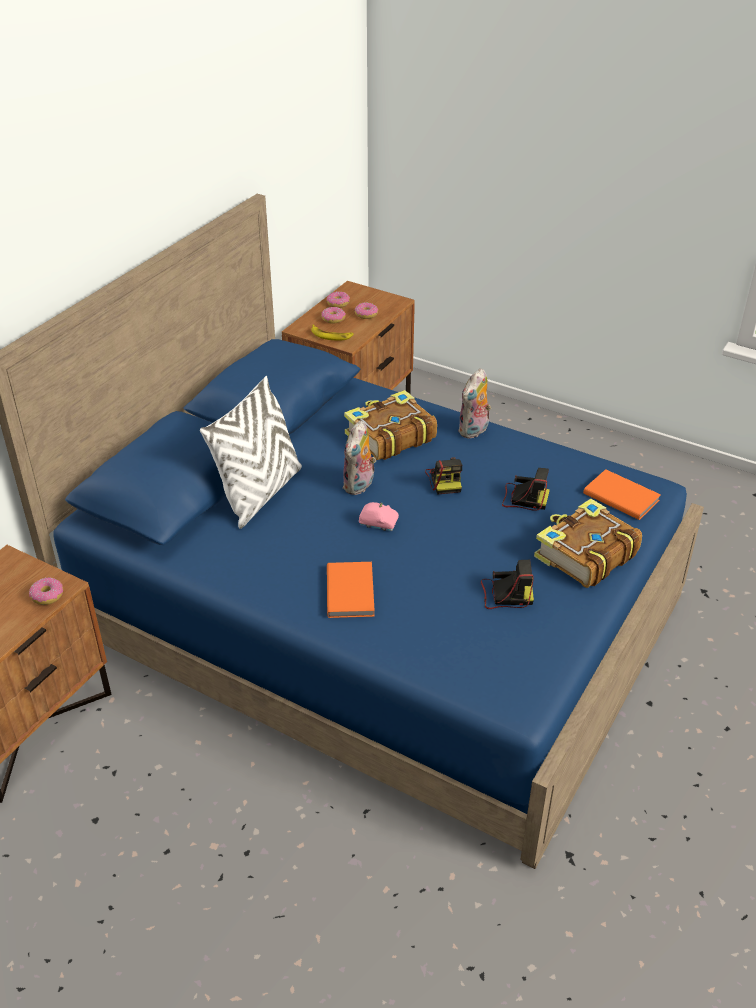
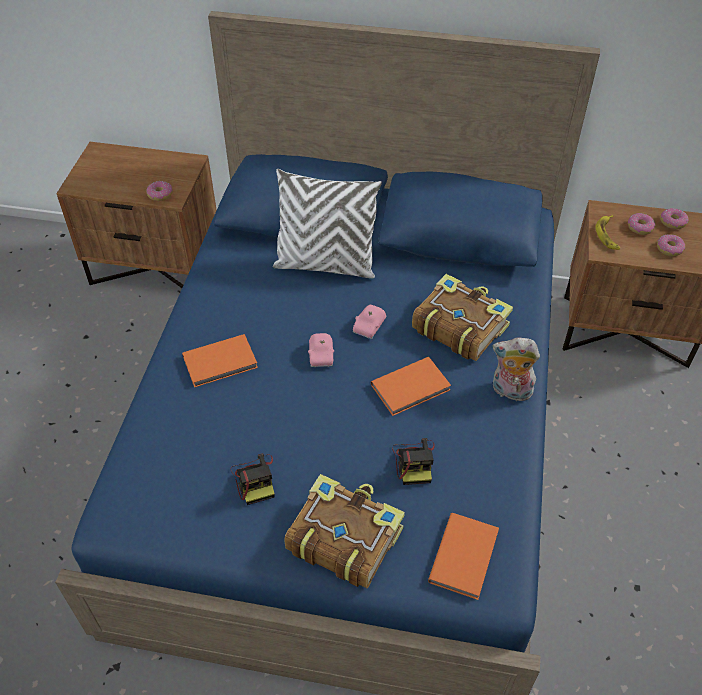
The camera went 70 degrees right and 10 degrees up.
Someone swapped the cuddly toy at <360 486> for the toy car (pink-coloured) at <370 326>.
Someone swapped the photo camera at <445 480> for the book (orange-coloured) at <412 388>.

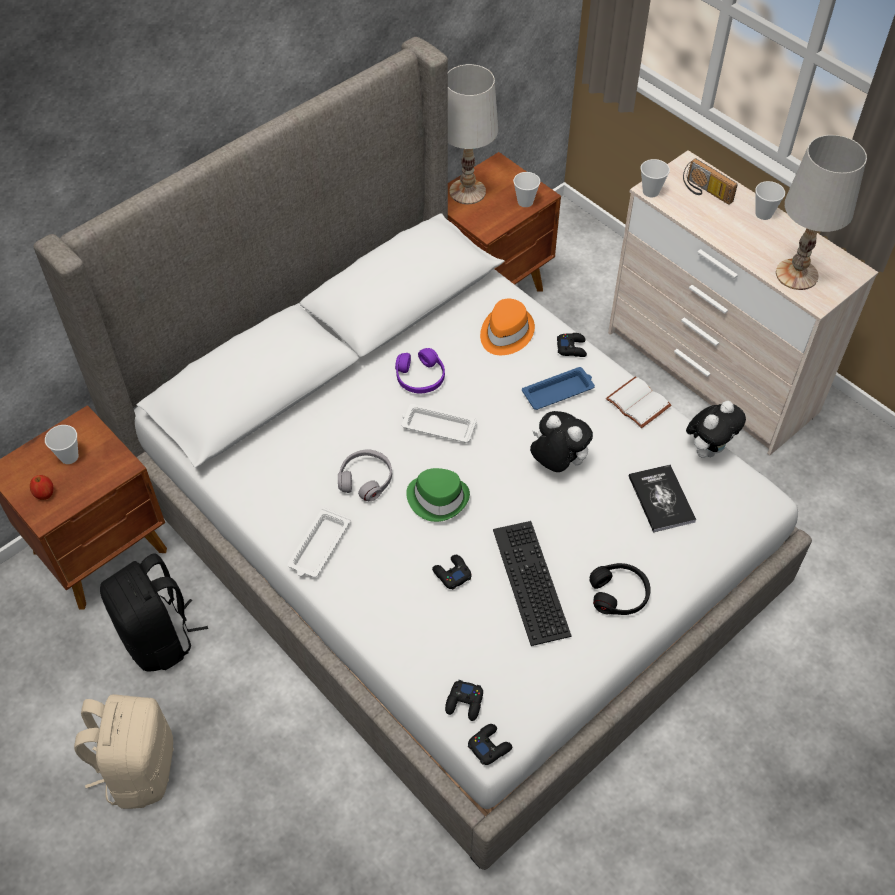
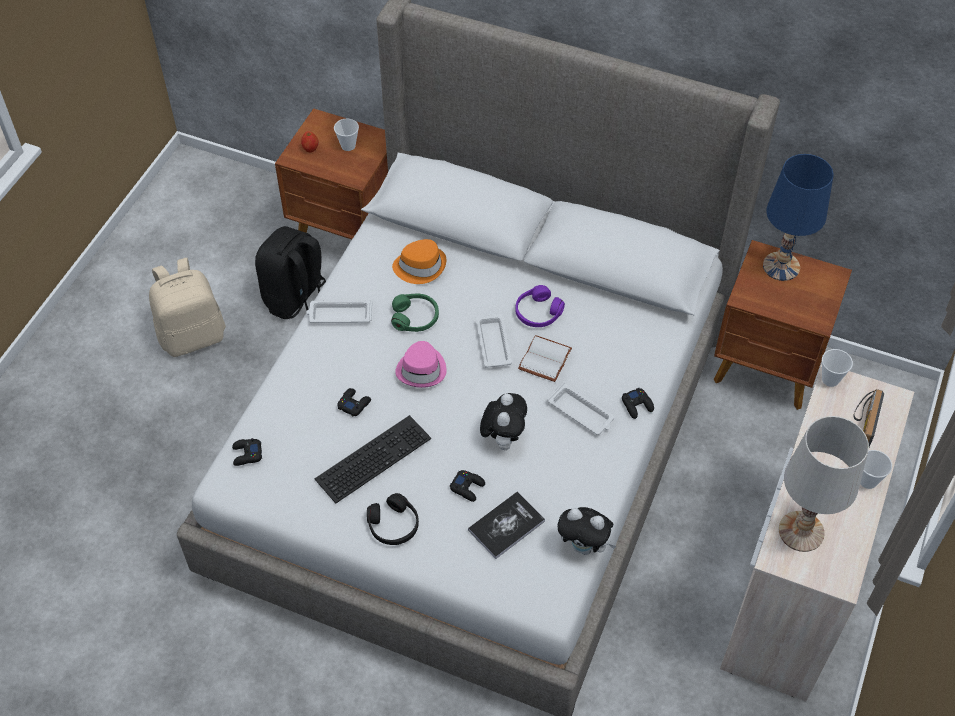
The camera went 65 degrees right and 0 degrees up.
Someone repainted the lamp for a table (whitish) at <467 192>, which became the lamp for a table (blue) at <780 266>.
Someone took away the cup at <525 202>.
Someone carried the hat (orange-coloured) from <505 333> to <420 266>.
Someone repainted the tray (blue) at <559 391>, which became the tray (whitish) at <581 412>.
Someone carried the book (whitish) from <639 403> to <546 360>.
Someone repainted the headphones (gray) at <366 479>, which became the headphones (greenish) at <415 317>.
Someone repainted the hat (greenish) at <438 498>, which became the hat (pink-coloured) at <422 369>.
Someone carried the joypad (black-coloured) from <489 746> to <467 487>.

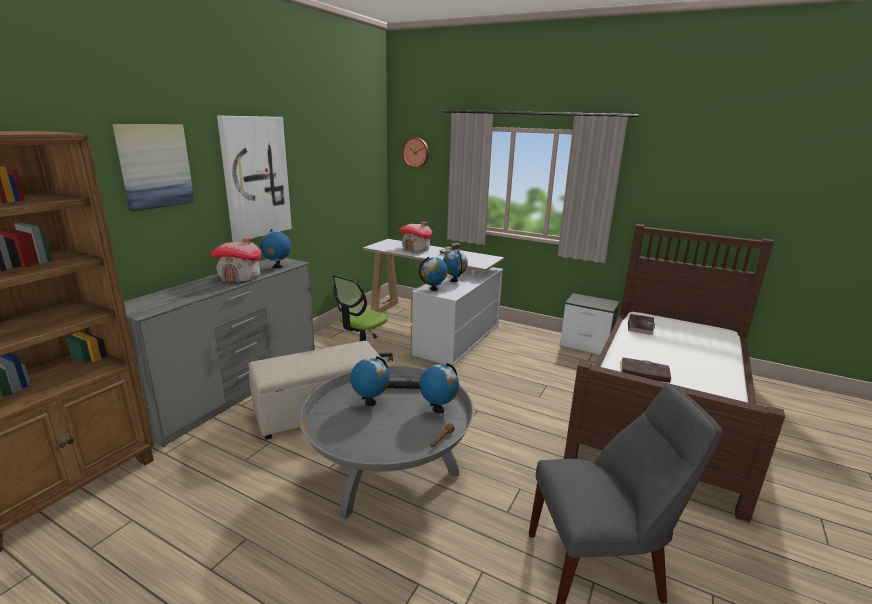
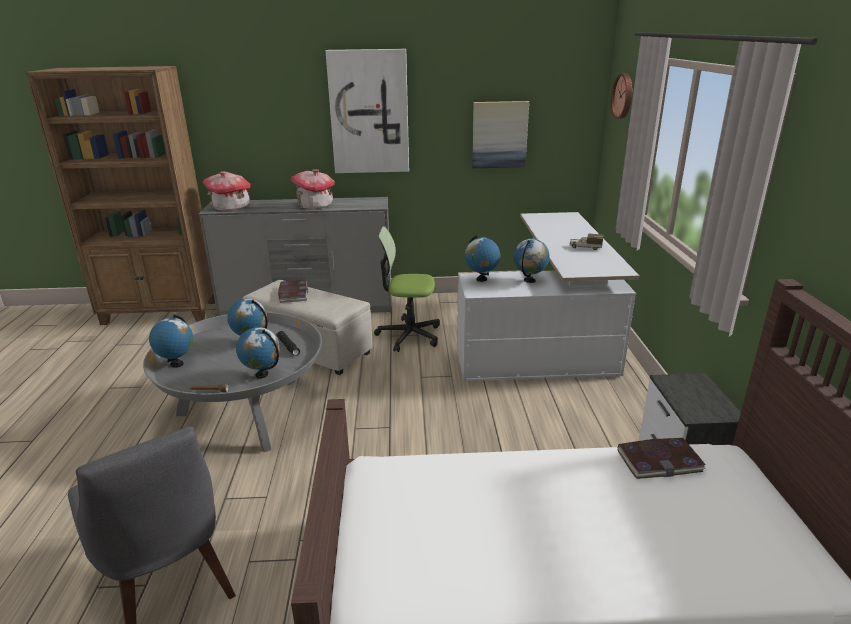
The camera went 60 degrees right and 5 degrees up.
Someone carried the picture from <155 166> to <499 134>.
Someone carried the toy house from <416 249> to <231 207>.
Someone carried the globe from <277 267> to <177 364>.
Someone carried the book from <644 372> to <293 293>.

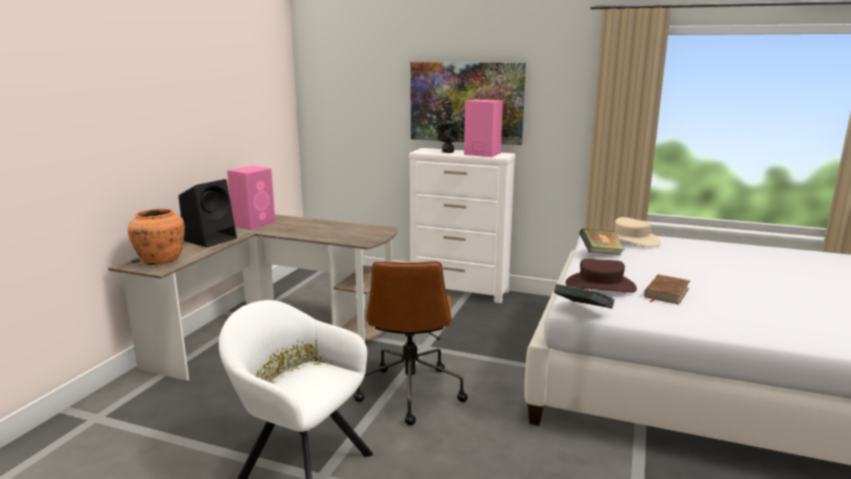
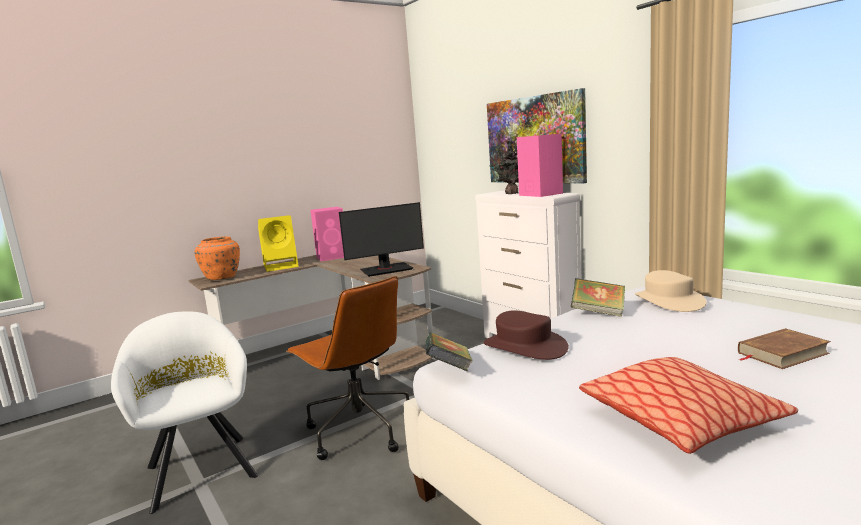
The camera went 35 degrees right and 5 degrees down.
Someone repainted the speaker (black-coloured) at <211 239>, which became the speaker (yellowish) at <282 266>.
Someone rotated the desk chair (brown-coloured) at <410 391> by 75 degrees counterclockwise.
Someone carried the book (brown-coloured) from <666 293> to <781 353>.
Someone put down the computer screen at <386 270>.
Someone put down the pillow at <680 420>.

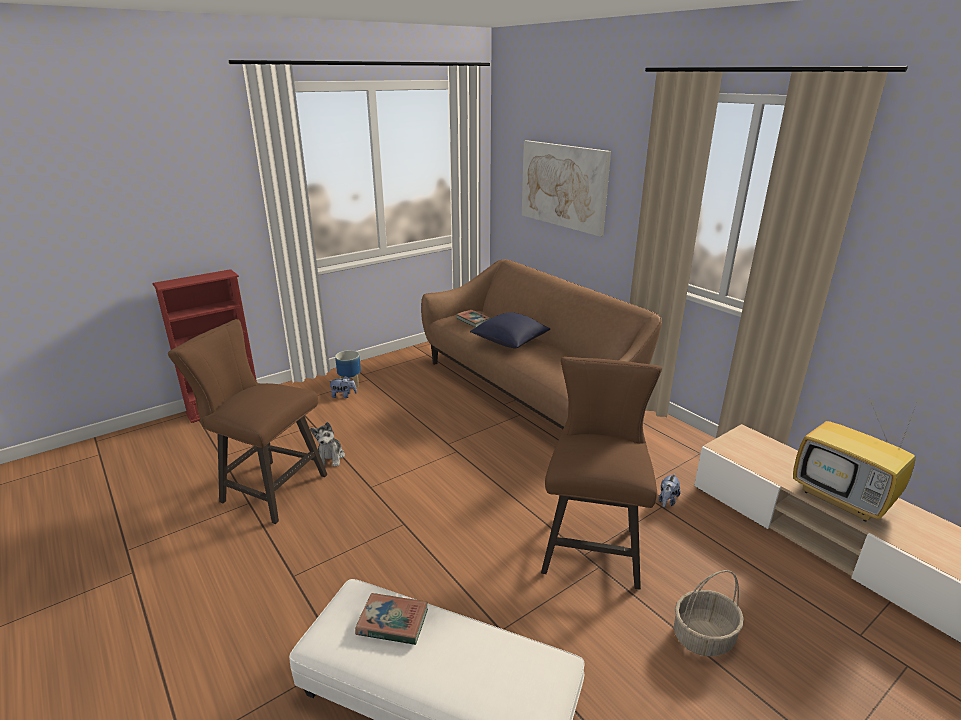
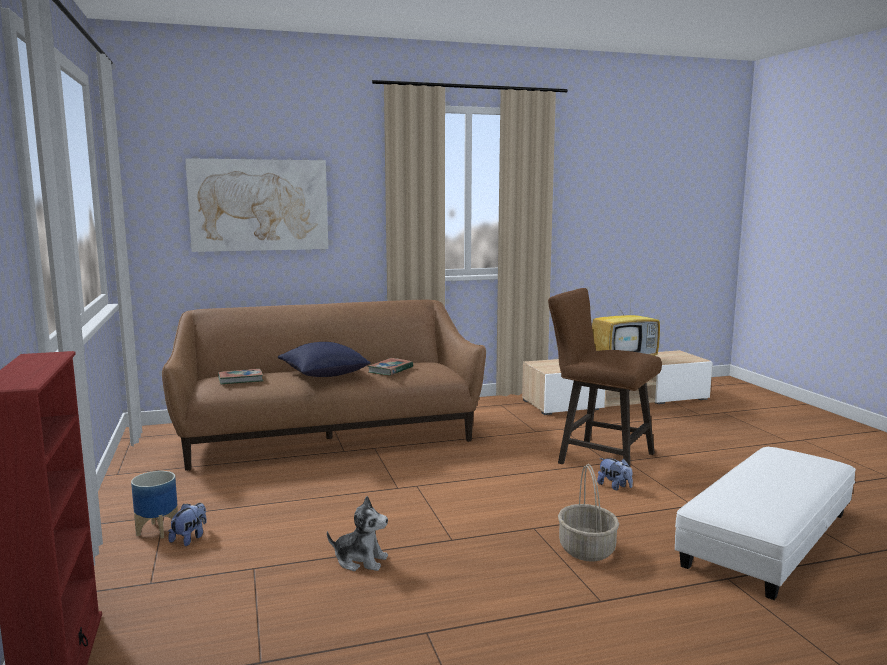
The camera went 70 degrees left and 15 degrees down.
Someone took away the stool (brown-coloured) at <267 487>.
Someone carried the cuddly toy from <667 500> to <614 486>.
Someone carried the basket from <703 637> to <587 550>.
Someone carried the book from <392 622> to <390 370>.

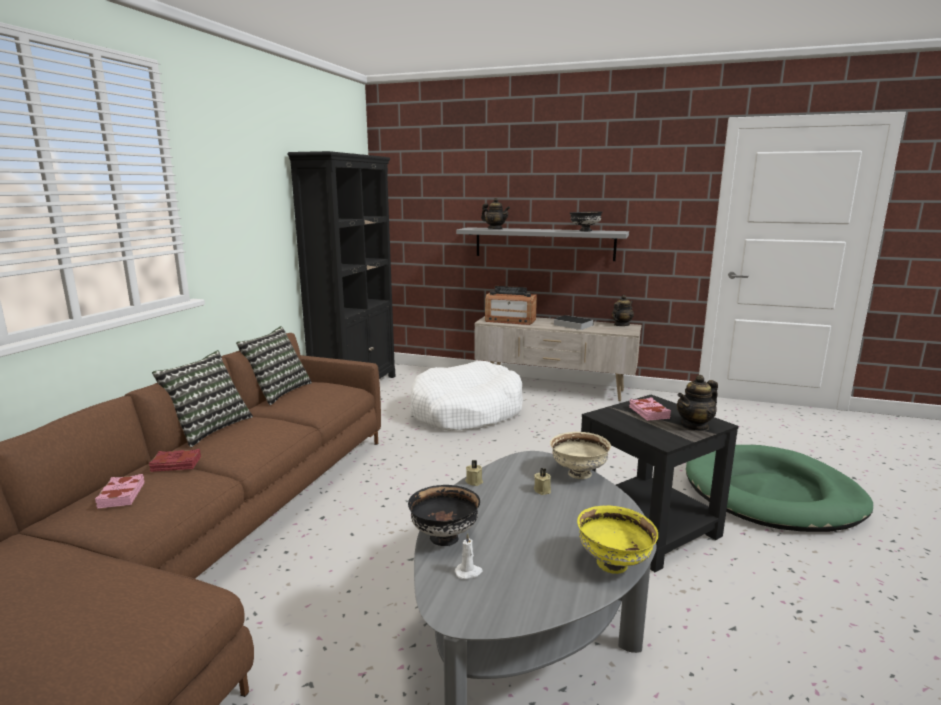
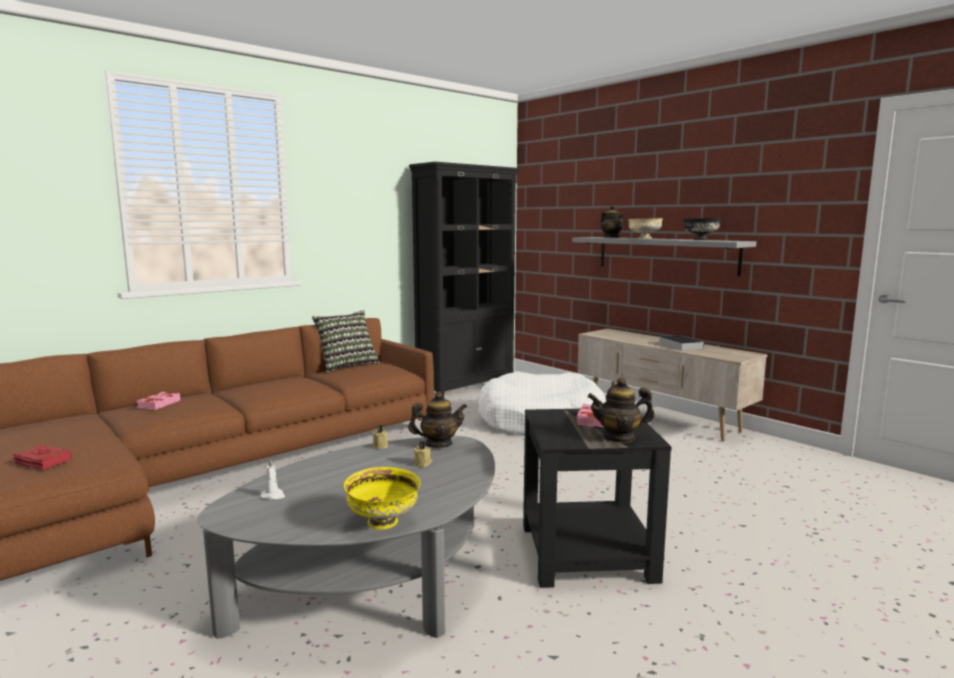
The camera went 30 degrees right and 5 degrees down.
Someone took away the radio at <510 320>.
Someone carried the teapot from <621 325> to <438 444>.
Someone took away the pillow at <208 428>.
Someone carried the bowl (beige-coloured) from <578 474> to <644 238>.
Someone took away the dog cushion (greenish) at <772 494>.
Someone carried the book (red-coloured) from <176 464> to <42 462>.
Someone took away the bowl (black-coloured) at <444 537>.

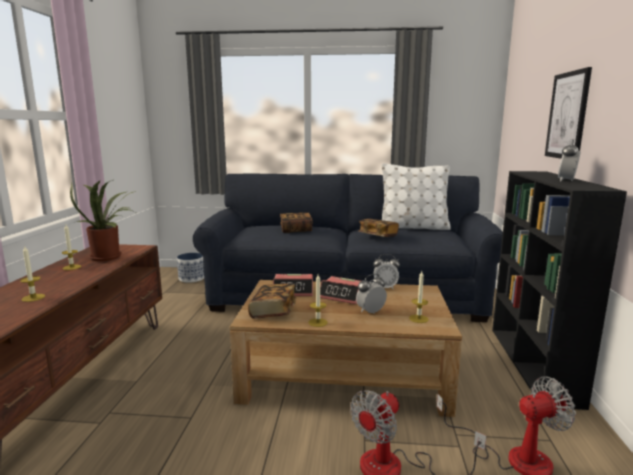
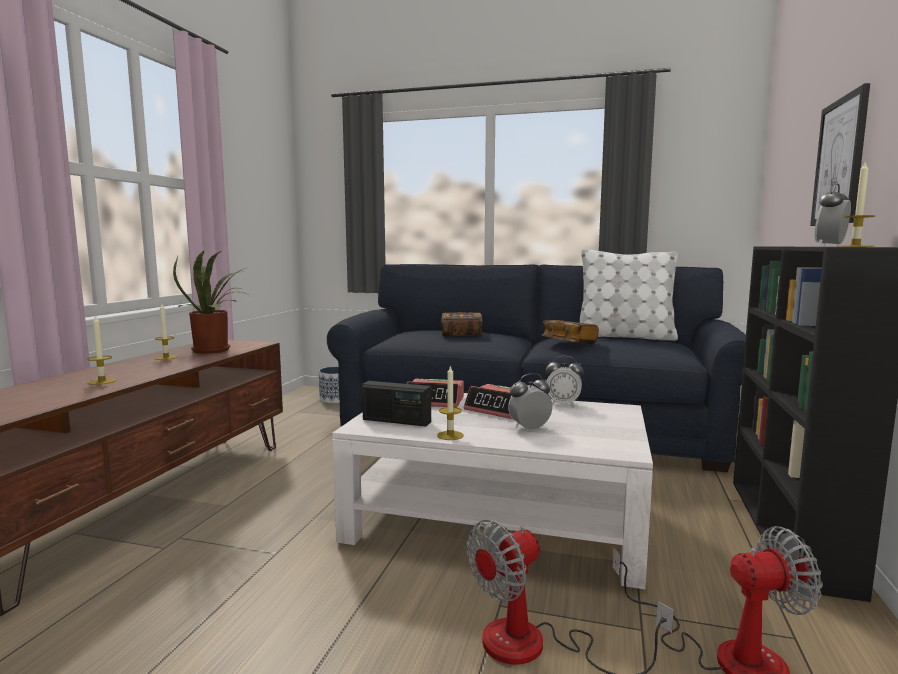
The camera went 10 degrees right and 5 degrees down.
Someone carried the candle from <418 319> to <855 246>.
Someone repainted the lounge table (brown-coloured) at <345 373>, which became the lounge table (whitish) at <498 520>.
Someone swapped the book at <273 312> for the radio at <396 421>.

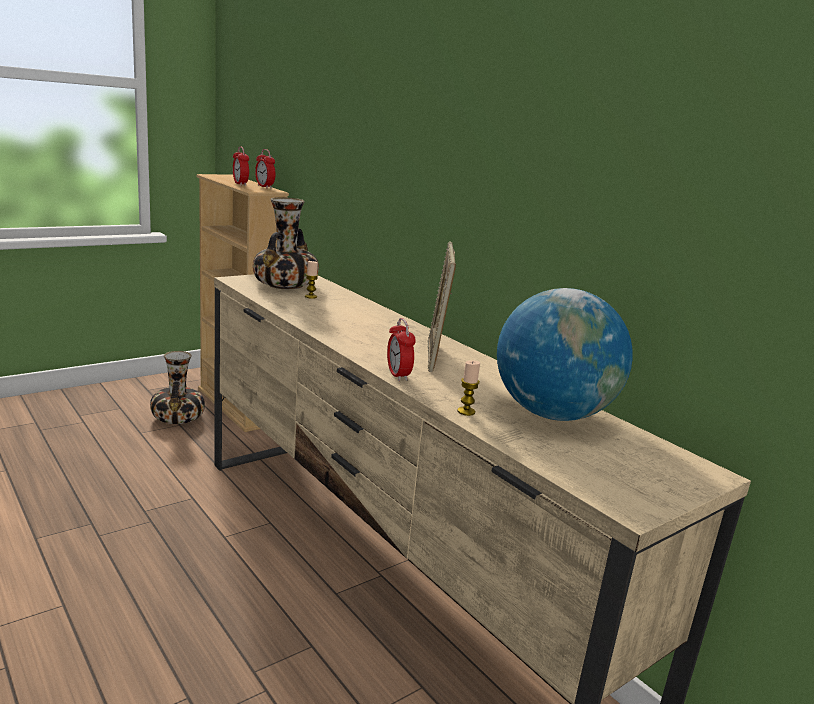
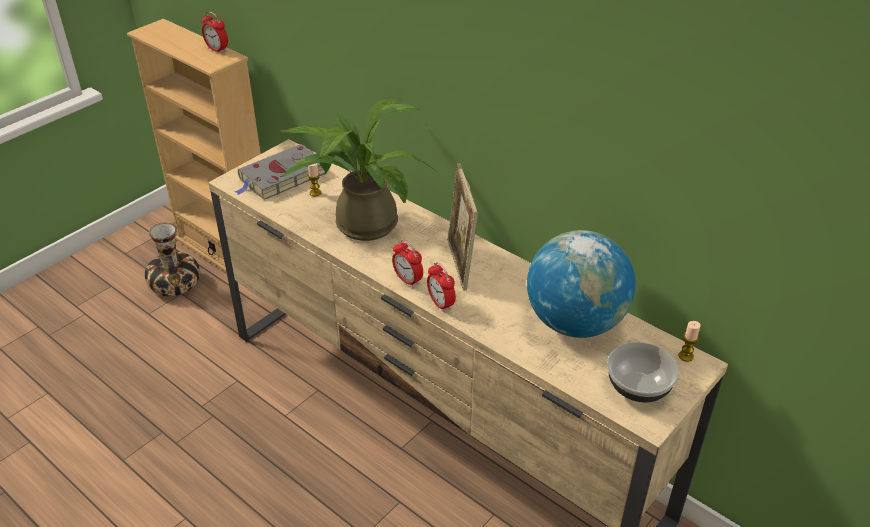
The camera went 10 degrees left and 20 degrees up.
Someone carried the table clock from <240 184> to <408 280>.
Someone swapped the flower vase at <284 285> for the book (gray) at <281 177>.
Someone carried the candle from <466 411> to <686 356>.
Someone put down the plant in a pot at <360 221>.
Someone put down the bowl at <637 387>.

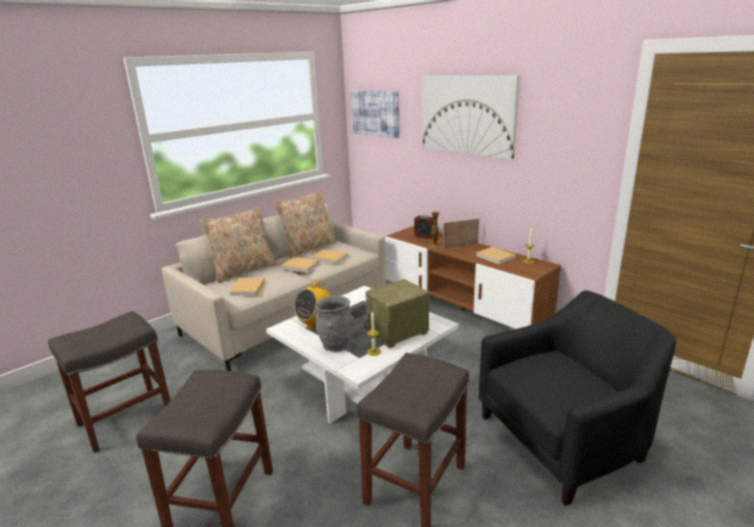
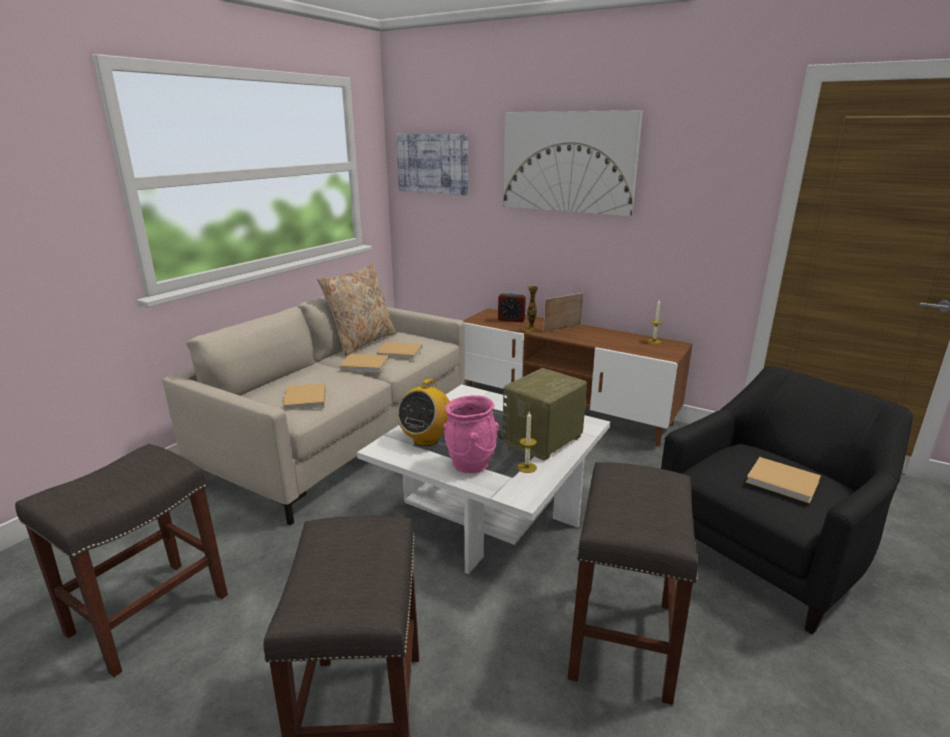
The camera went 15 degrees left and 0 degrees up.
Someone took away the pillow (beige-coloured) at <243 270>.
Someone carried the book (beige-coloured) from <496 257> to <784 482>.
Someone repainted the flower vase (gray) at <336 345>, which became the flower vase (pink-coloured) at <471 464>.

